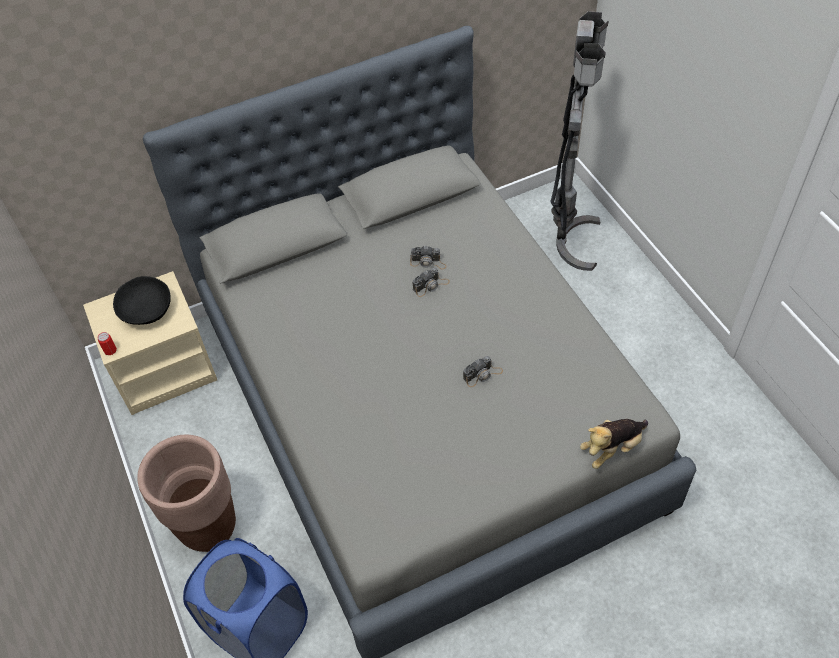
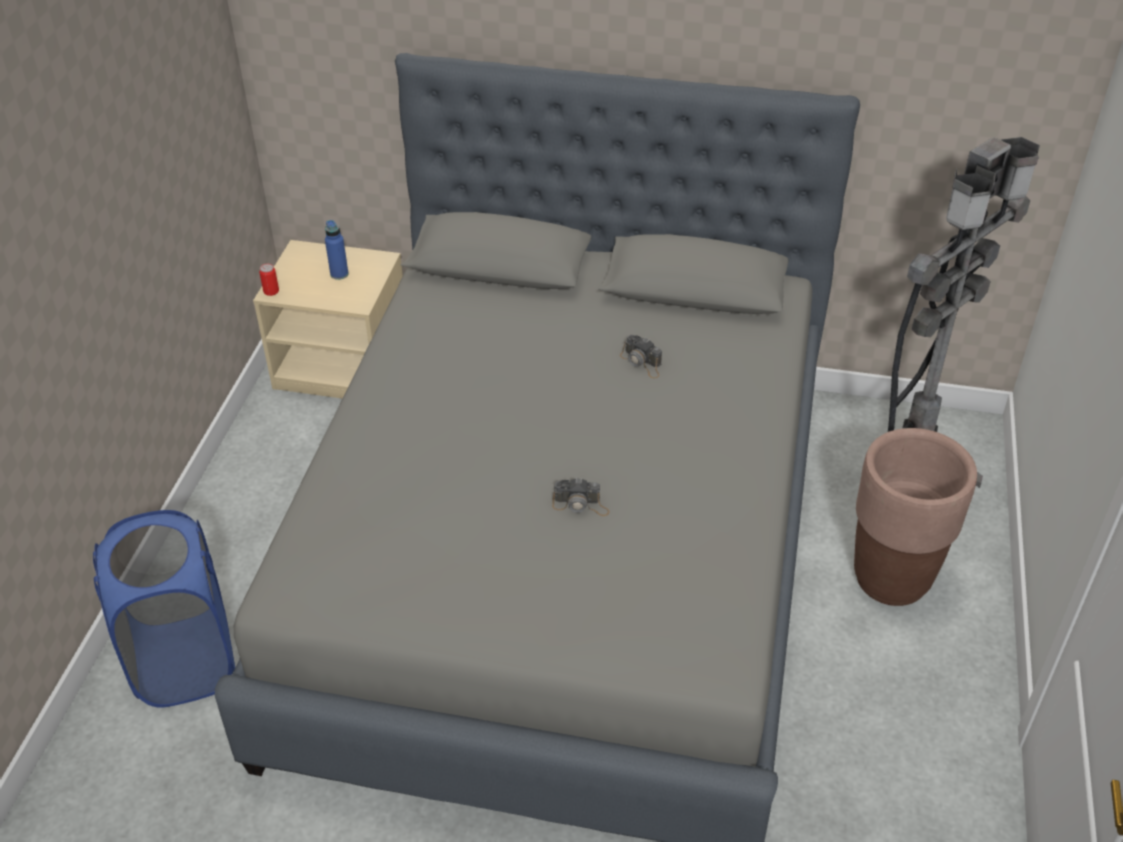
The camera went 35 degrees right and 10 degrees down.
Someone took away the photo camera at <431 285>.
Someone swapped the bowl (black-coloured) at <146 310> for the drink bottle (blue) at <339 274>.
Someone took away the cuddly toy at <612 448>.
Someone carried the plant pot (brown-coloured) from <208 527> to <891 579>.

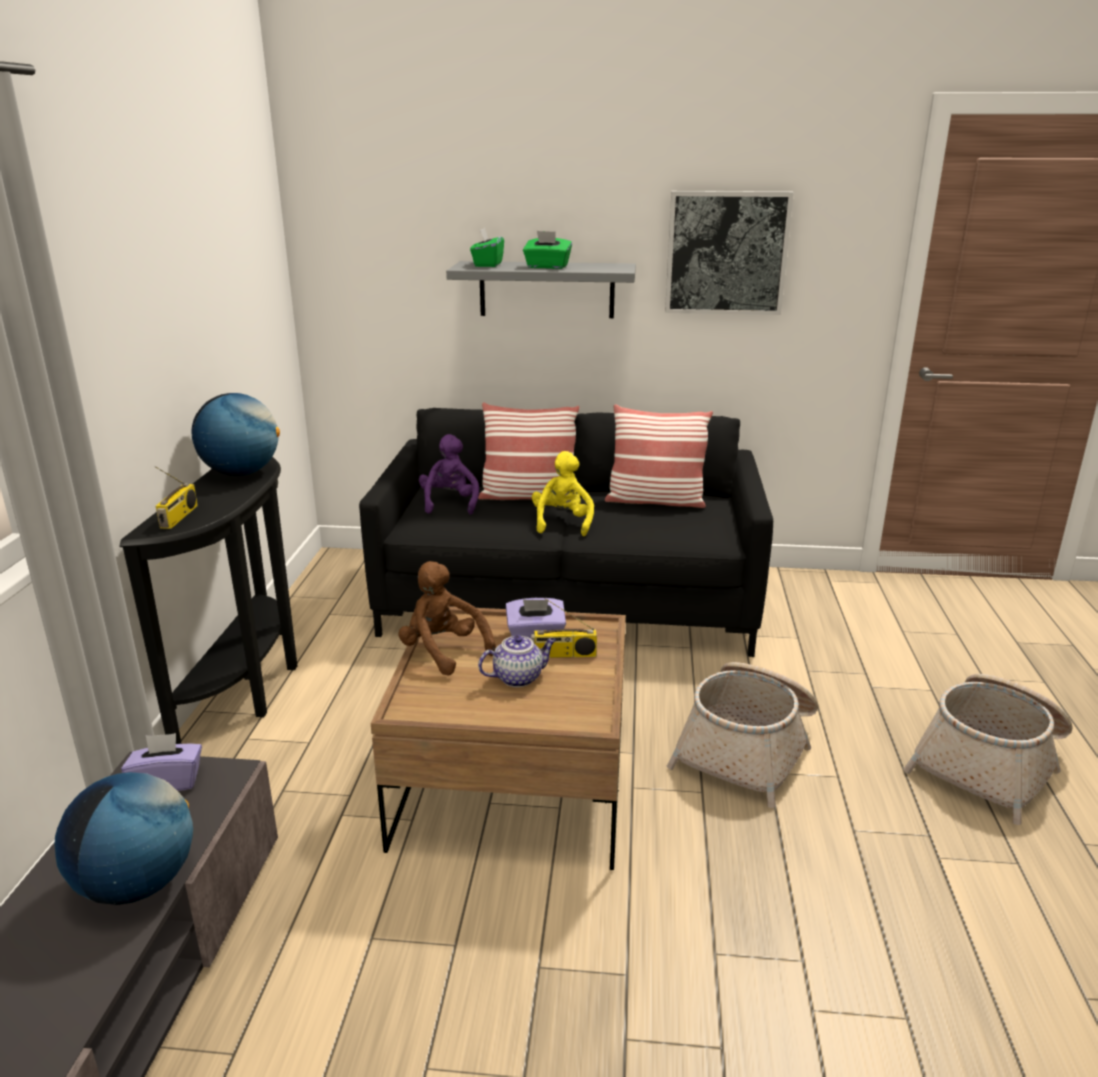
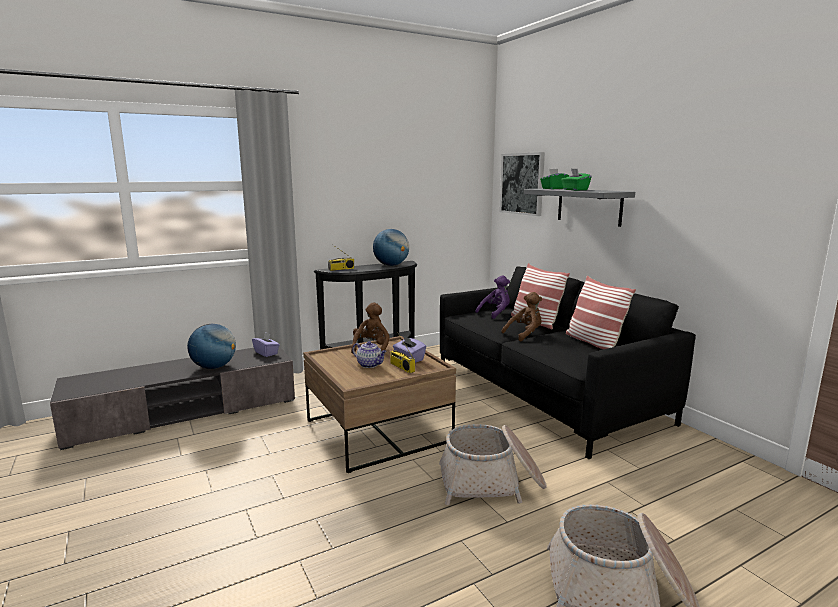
The camera went 55 degrees right and 10 degrees down.
Someone carried the picture from <726 253> to <522 184>.
Someone repainted the cuddly toy (yellowish) at <562 523>, which became the cuddly toy (brown-coloured) at <525 334>.

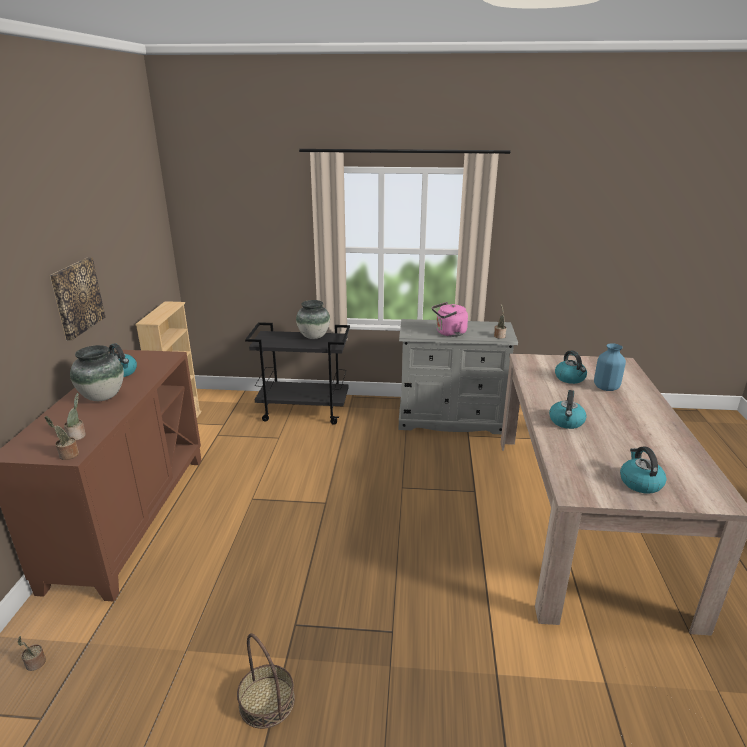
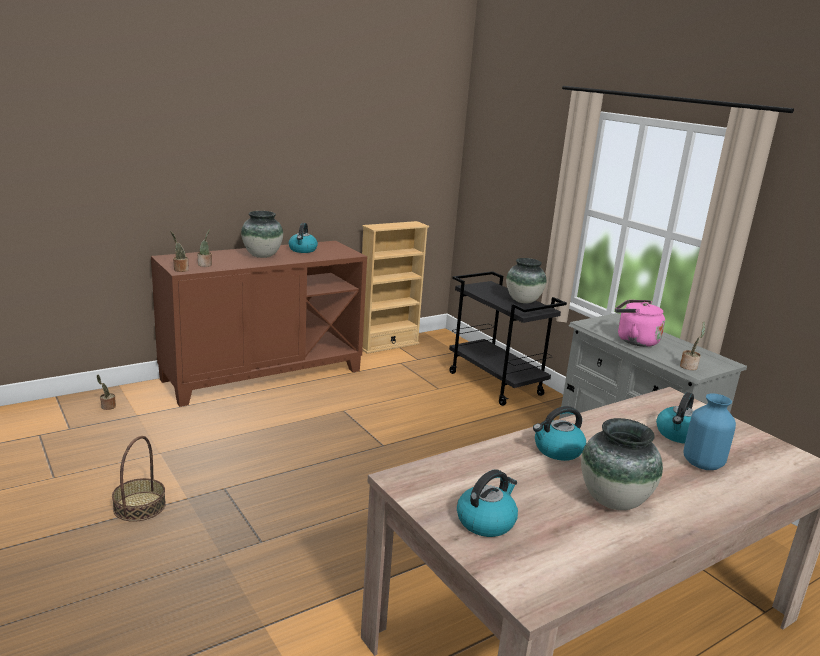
The camera went 50 degrees right and 5 degrees down.
Someone took away the picture at <76 297>.
Someone put down the flower vase at <612 501>.

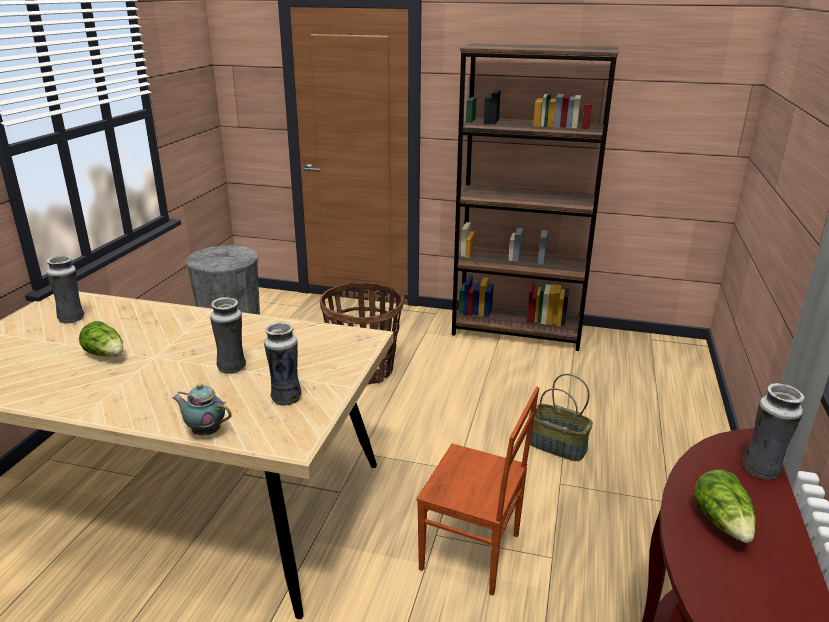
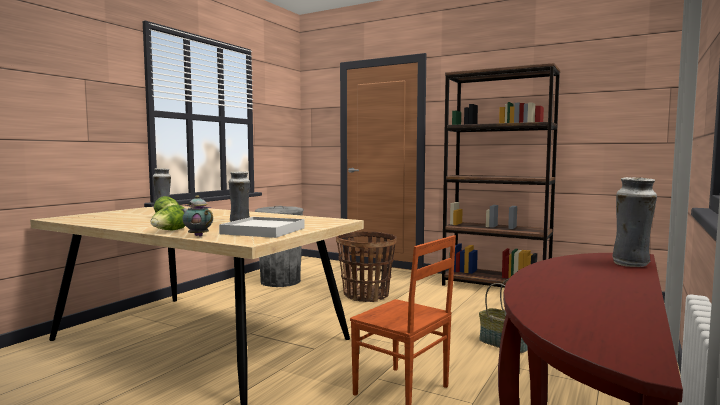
The camera went 15 degrees right and 20 degrees down.
Someone swapped the flower vase at <286 398> for the tray (whitish) at <263 231>.
Someone carried the lettuce from <723 523> to <169 231>.

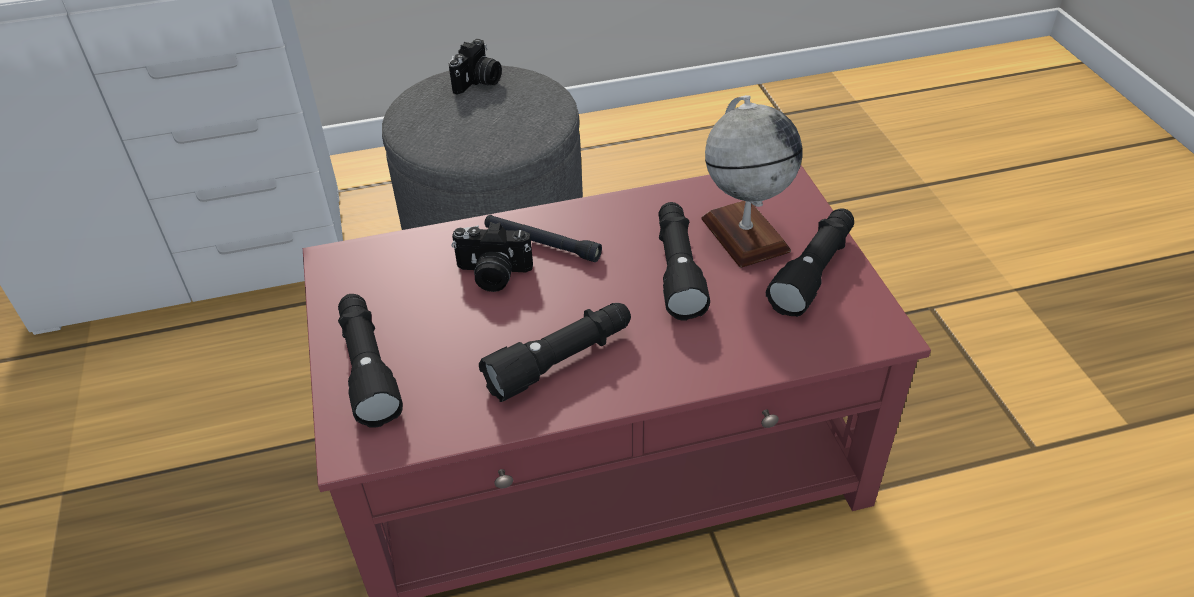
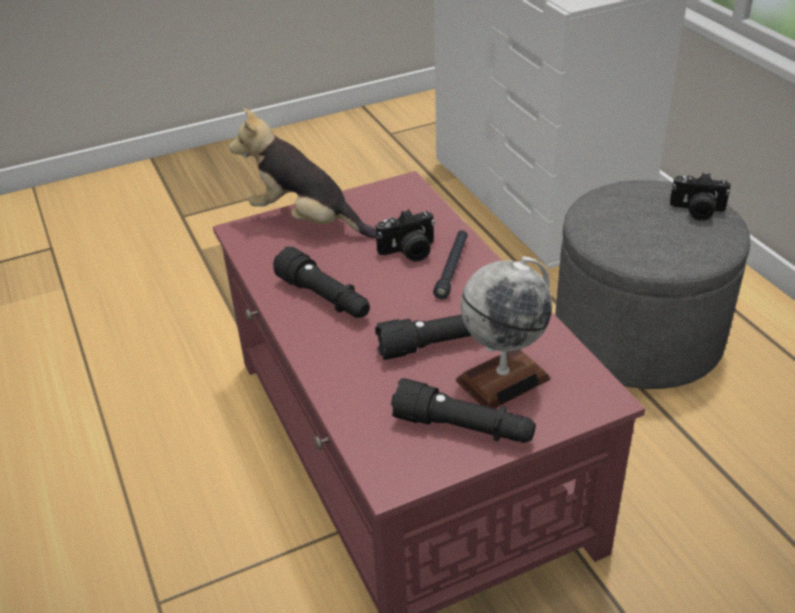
The camera went 80 degrees right and 5 degrees down.
Someone rotated the photo camera at <492 275> by 105 degrees counterclockwise.
Someone swapped the hand torch (black-coloured) at <368 368> for the cuddly toy at <306 221>.

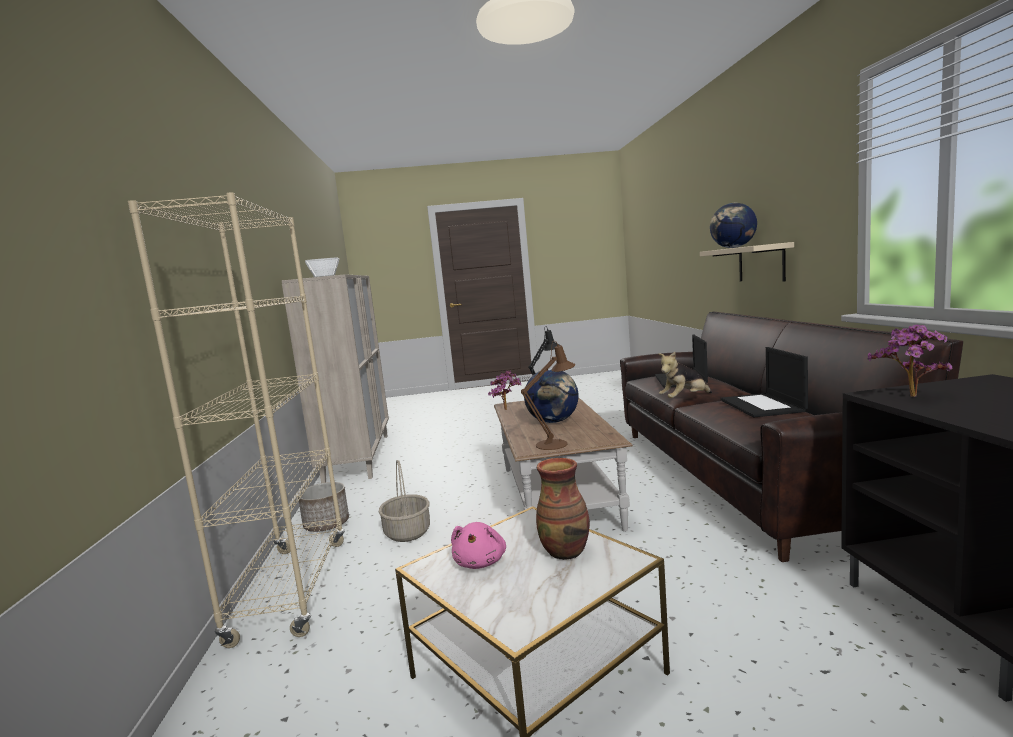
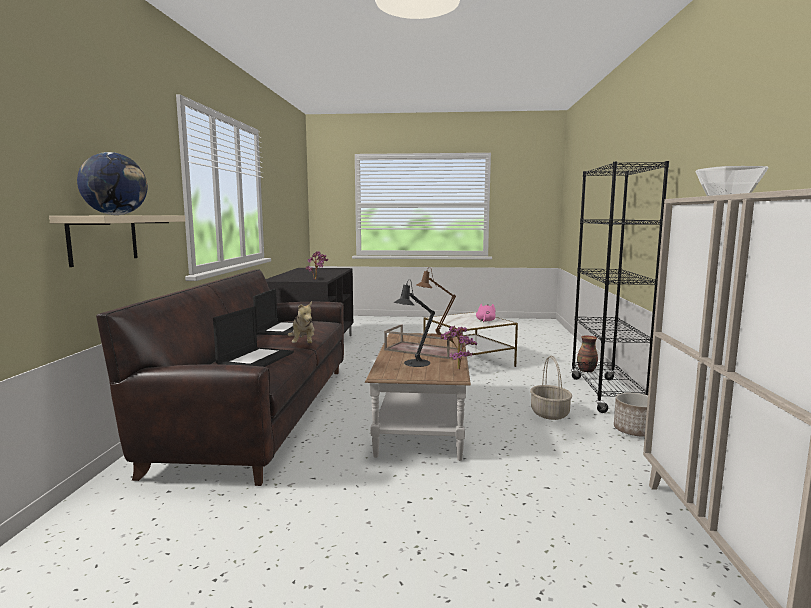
The camera went 170 degrees left and 0 degrees up.
Someone repainted the shelving unit (beige-coloured) at <292 589>, which became the shelving unit (black-coloured) at <606 395>.
Someone rotated the cuddly toy at <684 399> by 90 degrees clockwise.
Someone swapped the globe at <553 421> for the tray (brown-coloured) at <422 350>.
Someone carried the flower vase from <566 551> to <586 370>.

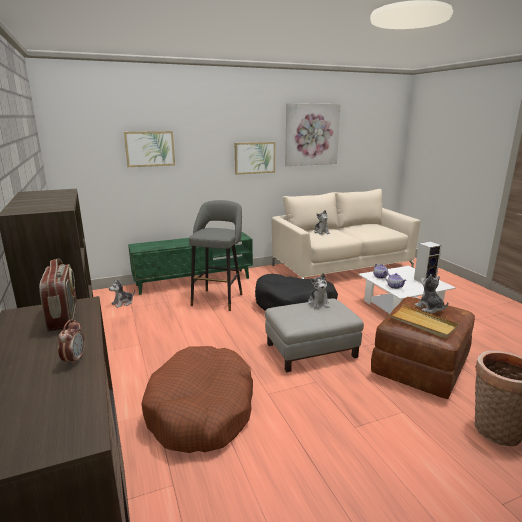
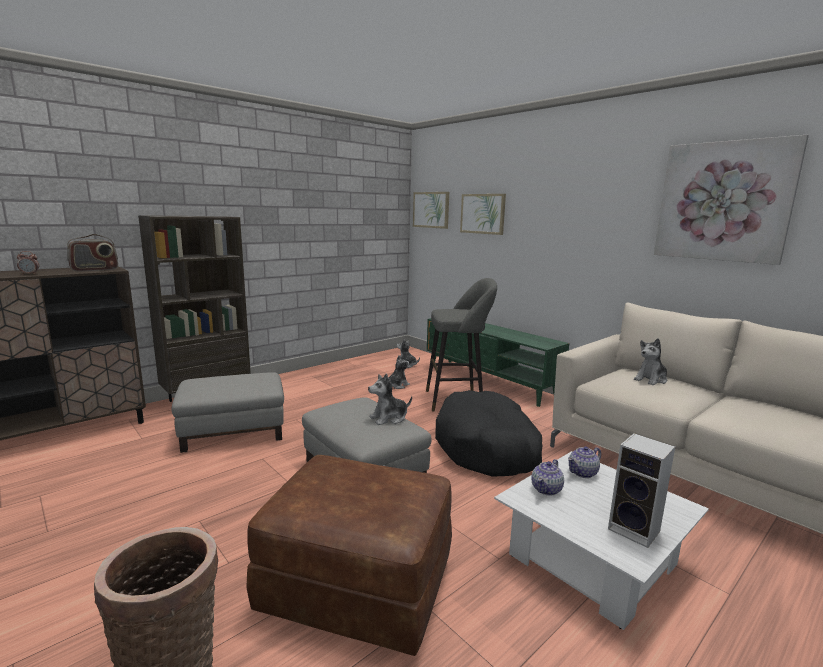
The camera went 70 degrees right and 5 degrees down.
Someone carried the picture from <254 157> to <431 210>.
Someone carried the cuddly toy from <430 308> to <397 385>.
Someone took away the tray (beige-coloured) at <422 323>.
Someone swapped the dog cushion (brown-coloured) at <201 410> for the pouffe (gray) at <234 431>.

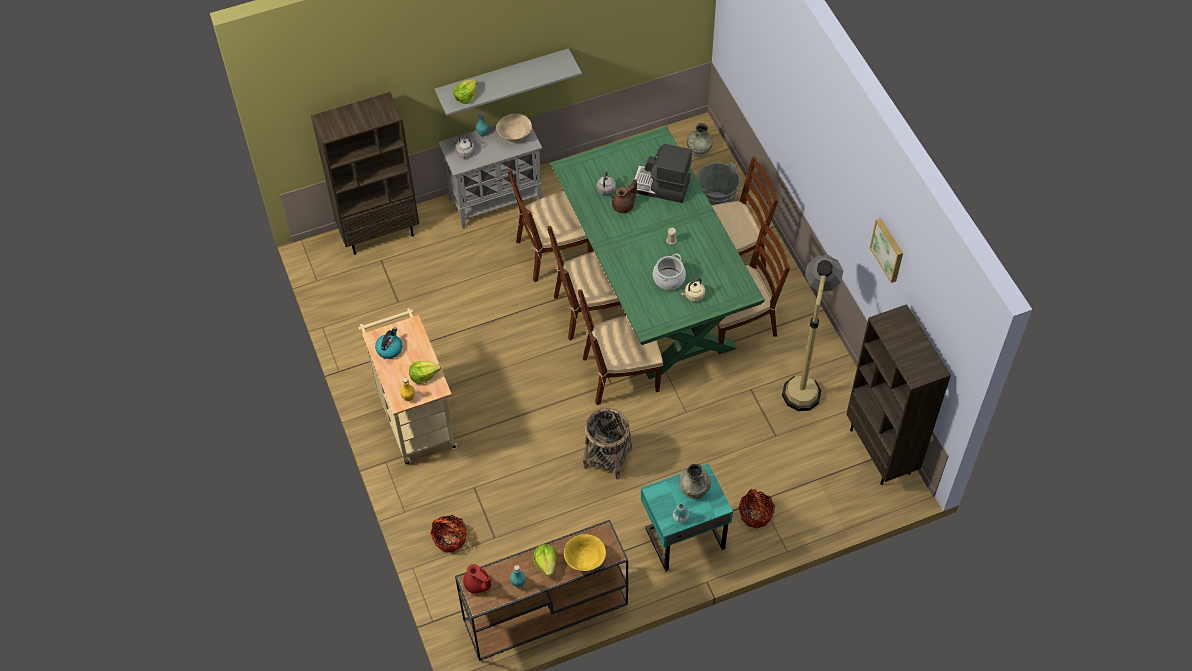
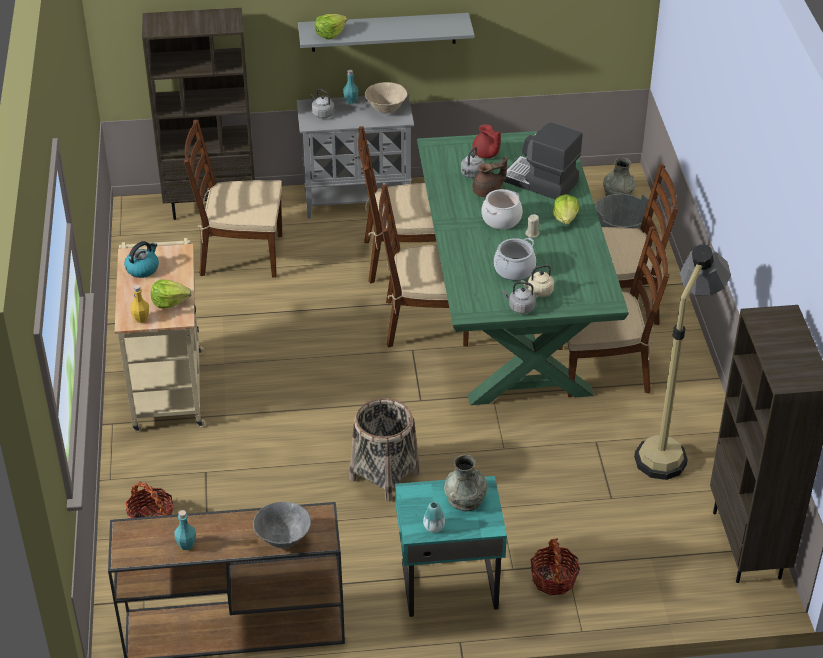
The camera went 15 degrees right and 15 degrees down.
Someone took away the picture at <888 249>.
Someone carried the upright chair (brown-coloured) from <619 374> to <240 255>.
Someone repainted the bowl (yellowish) at <585 561>, which became the bowl (gray) at <284 540>.
Someone carried the lettuce from <546 563> to <565 218>.
Someone carried the teapot (red-coloured) from <477 585> to <486 154>.
Someone put down the stockpot at <501 219>.
Someone put down the water kettle (gray) at <520 307>.

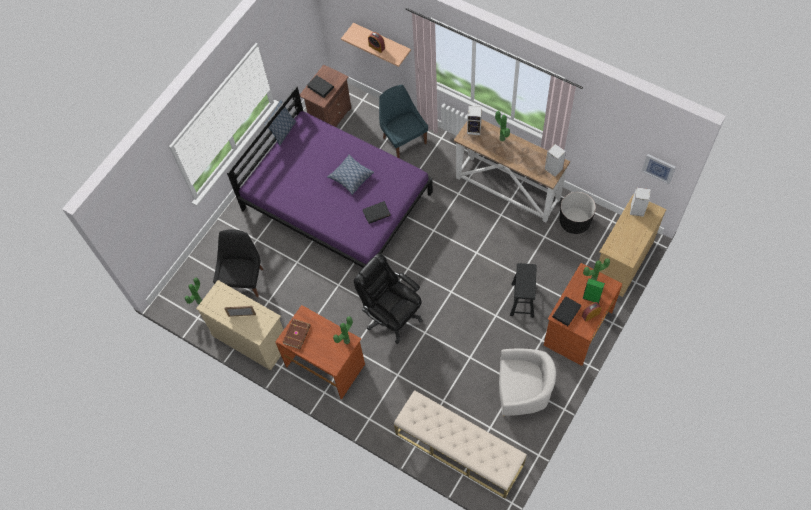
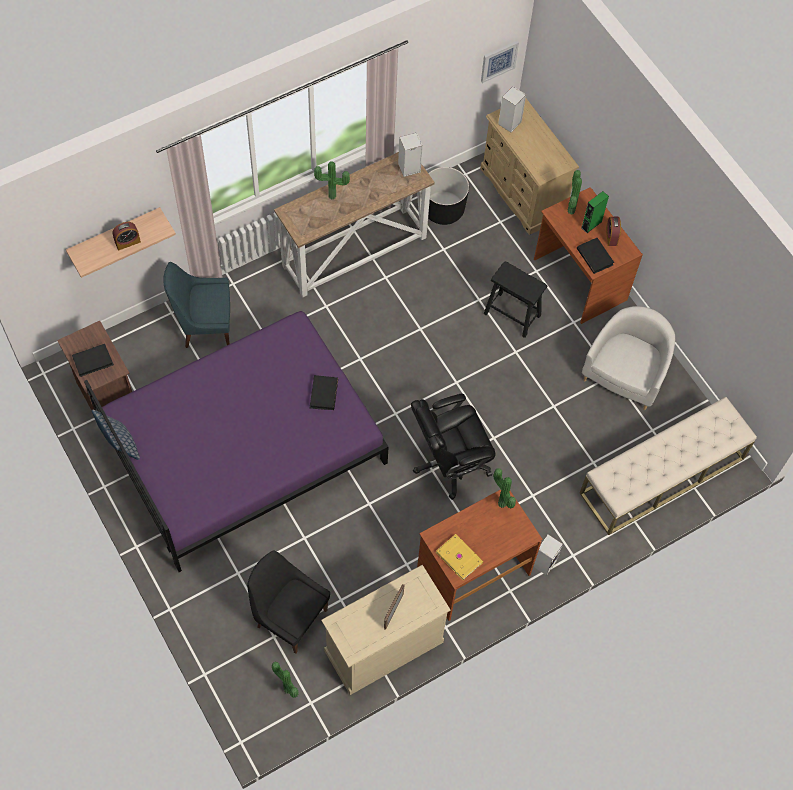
The camera went 70 degrees left and 0 degrees up.
Someone carried the speaker from <474 129> to <544 562>.
Someone took away the pillow at <351 177>.
Someone repainted the book (brown-coloured) at <297 334>, which became the book (yellowish) at <459 557>.

